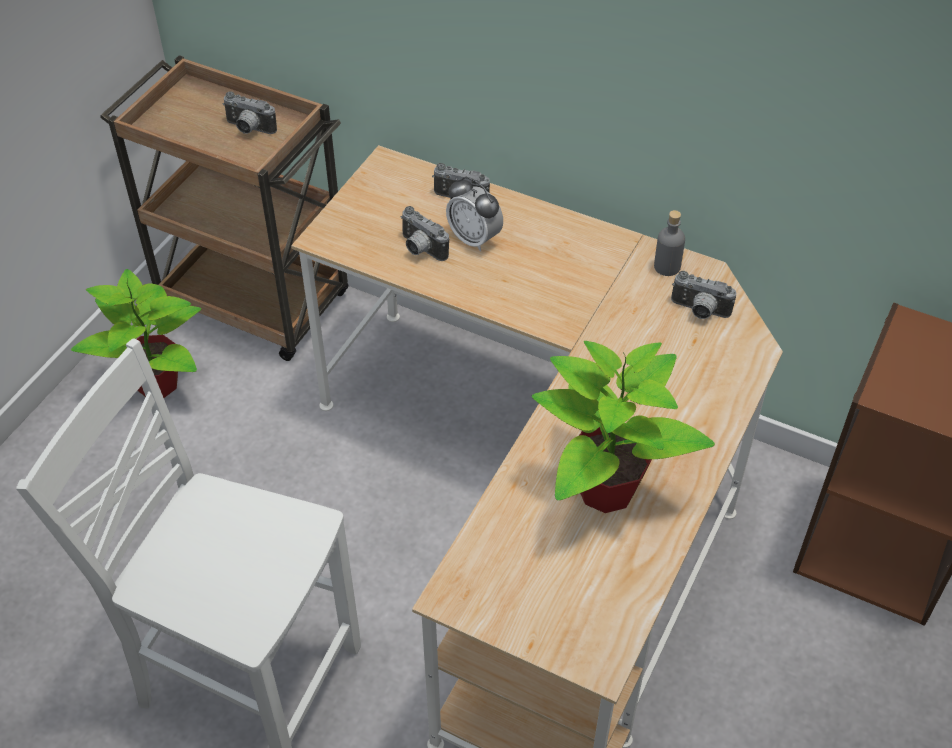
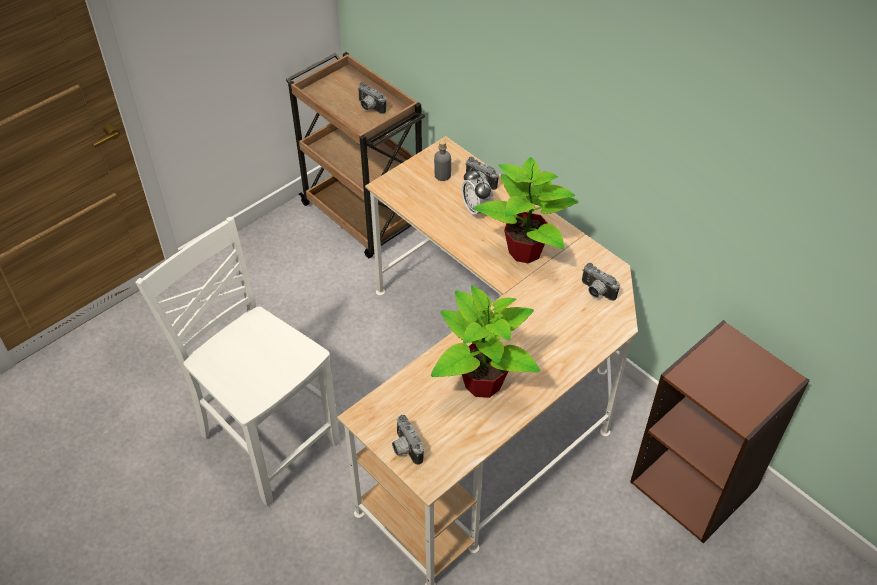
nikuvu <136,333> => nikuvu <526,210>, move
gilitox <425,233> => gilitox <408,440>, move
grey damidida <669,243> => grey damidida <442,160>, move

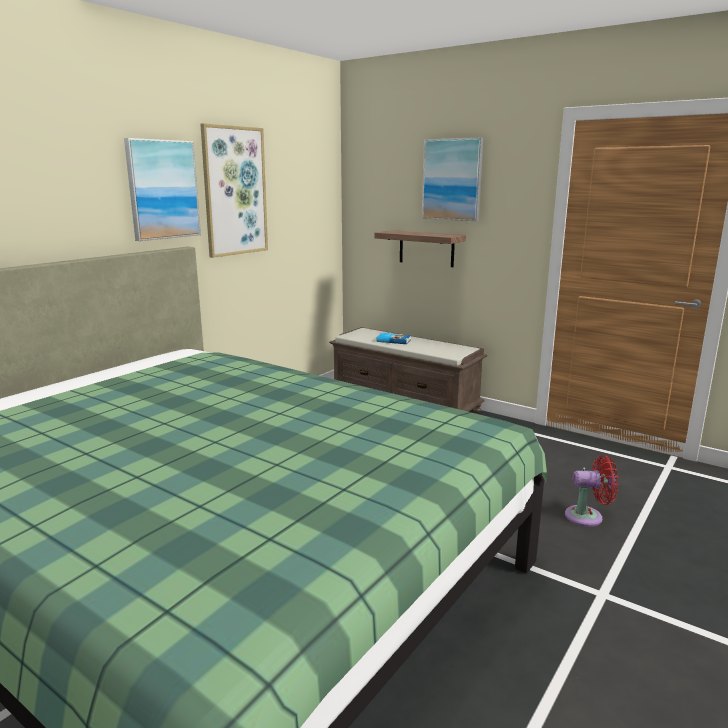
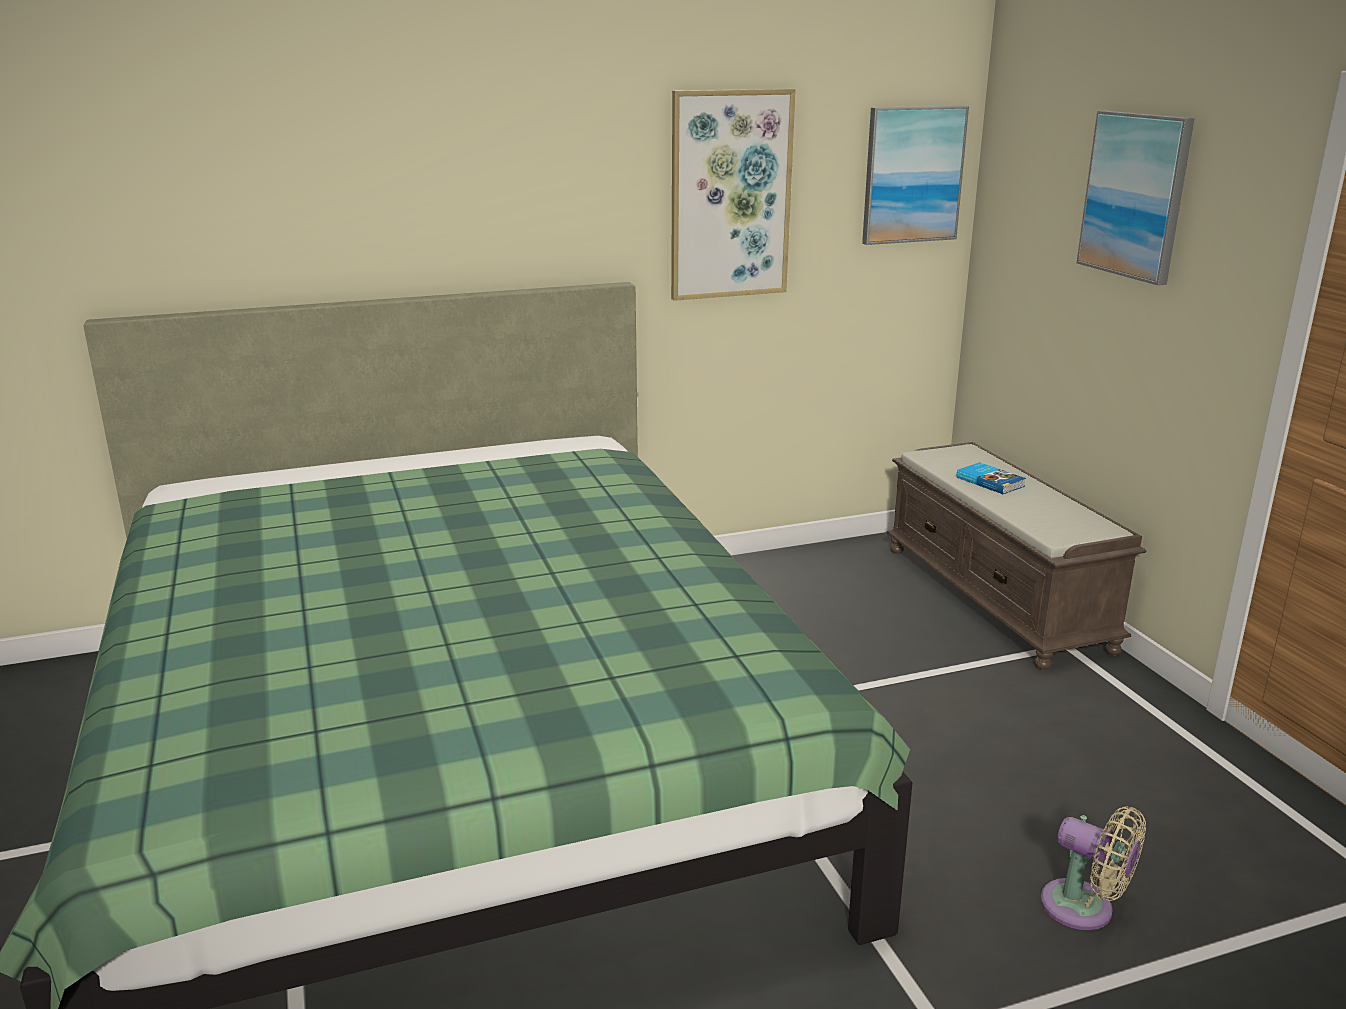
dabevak <162,189> => dabevak <915,175>, move
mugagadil <420,248> => nothing
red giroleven <591,491> => beige giroleven <1093,868>

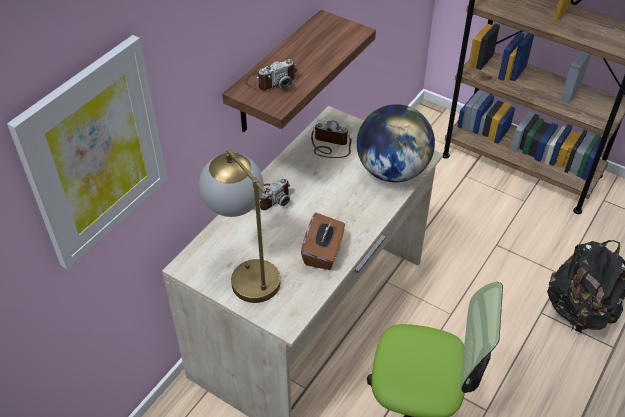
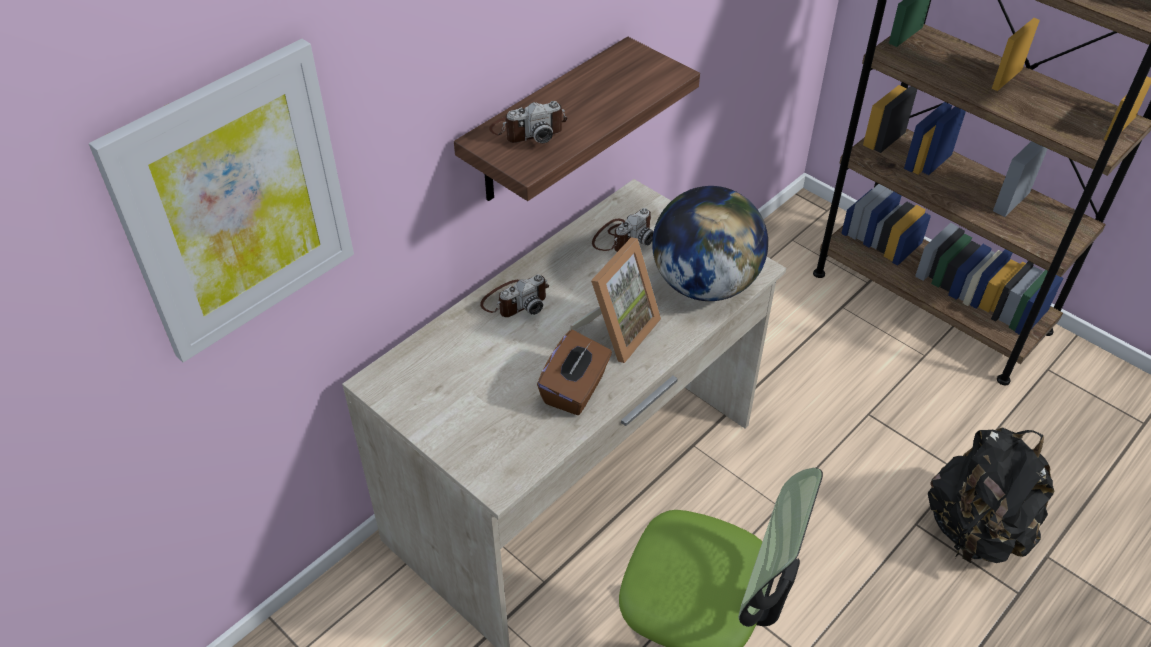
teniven <239,225> => nothing
gilitox <331,139> => gilitox <623,230>, 105 degrees clockwise
nothing => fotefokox <615,300>

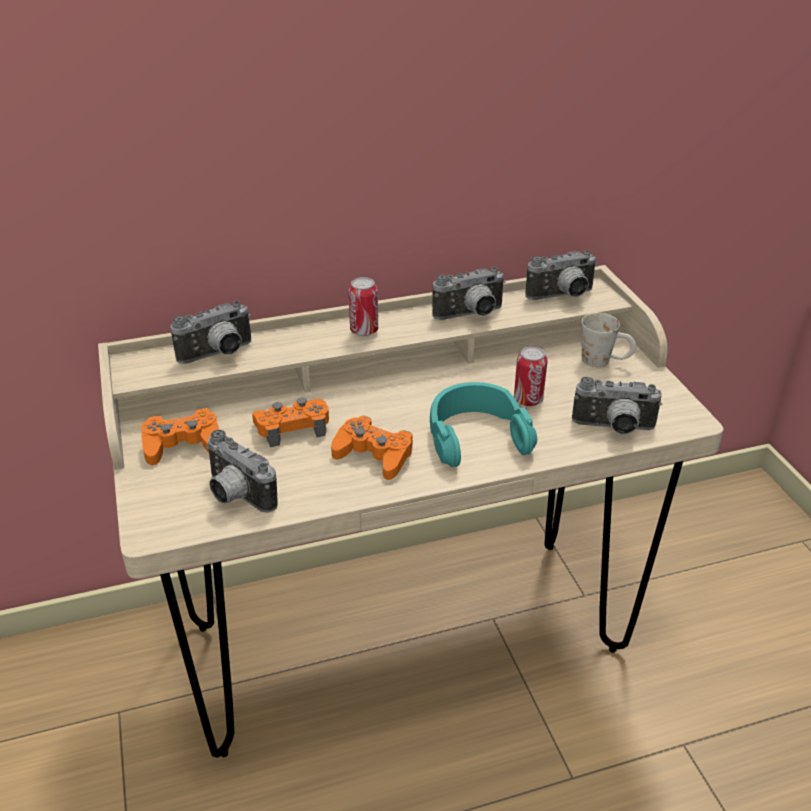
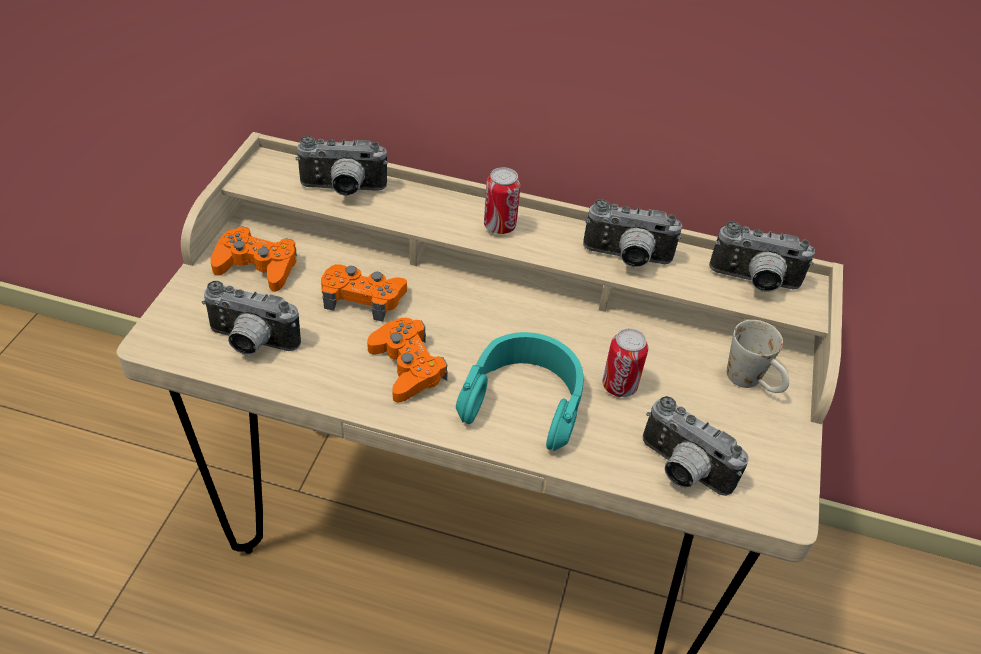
gilitox <242,471> => gilitox <251,318>, 60 degrees counterclockwise

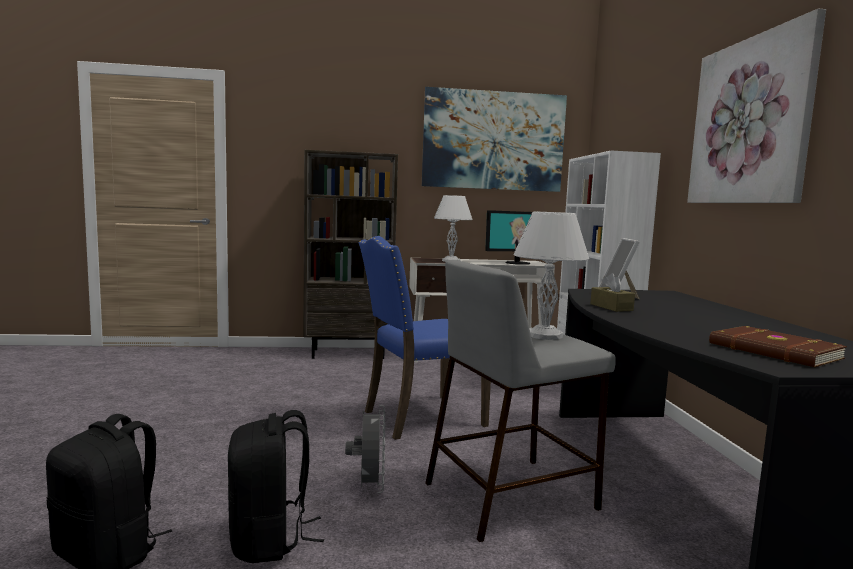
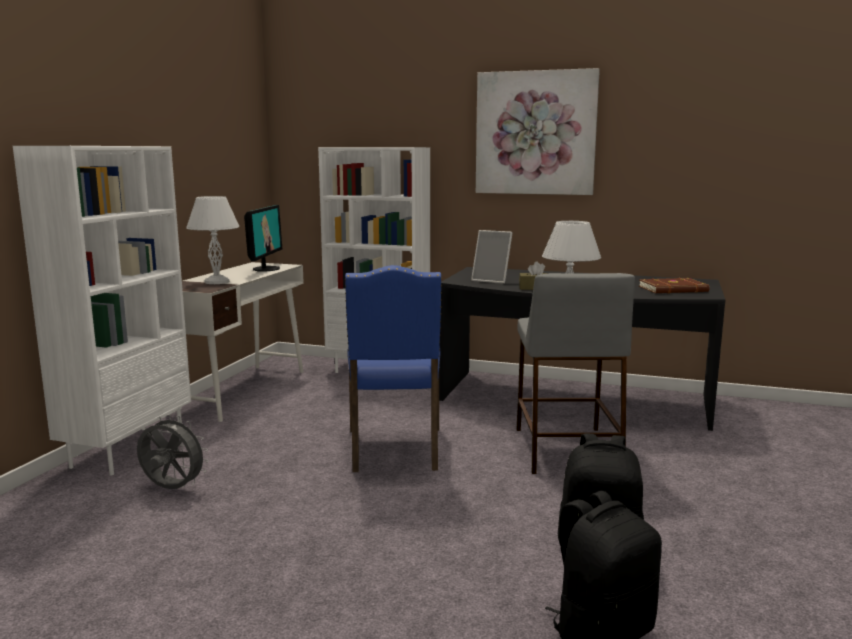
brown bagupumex <350,254> => white bagupumex <102,311>
grey giroleven <365,449> => grey giroleven <173,451>, move
dabevak <494,139> => nothing

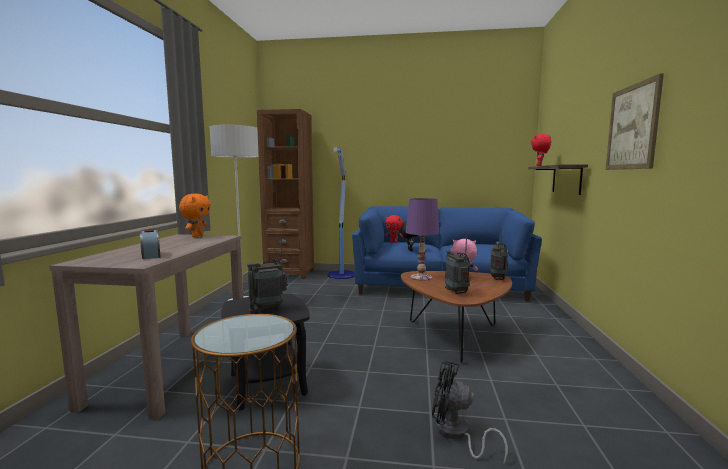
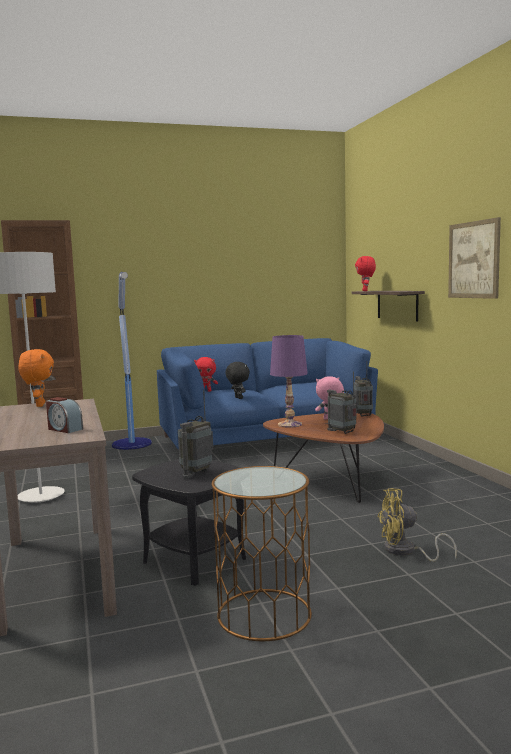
black giroleven <470,412> => yellow giroleven <417,525>

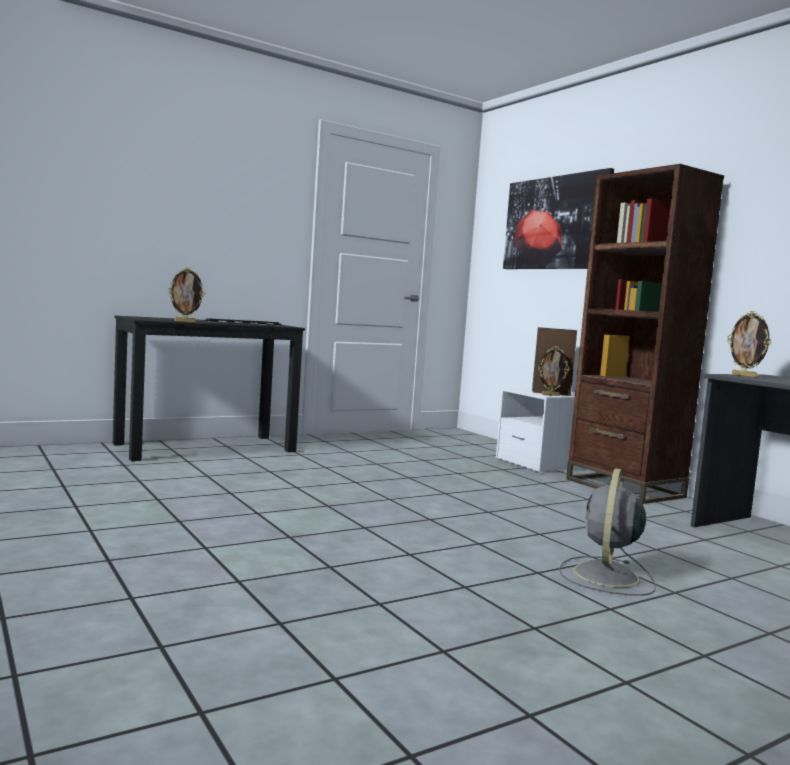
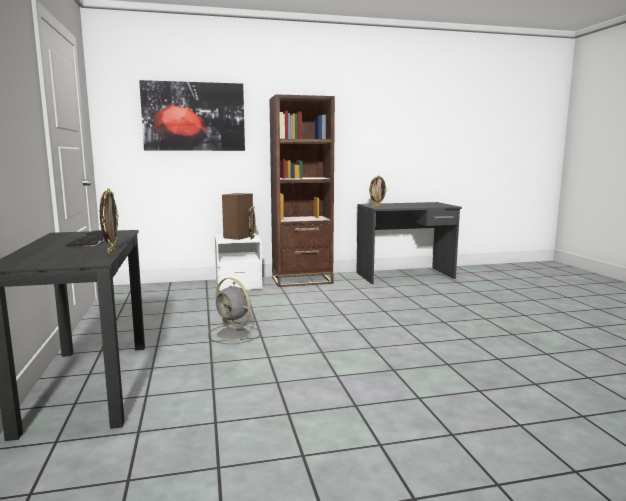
grey giroleven <607,532> => grey giroleven <234,311>, move

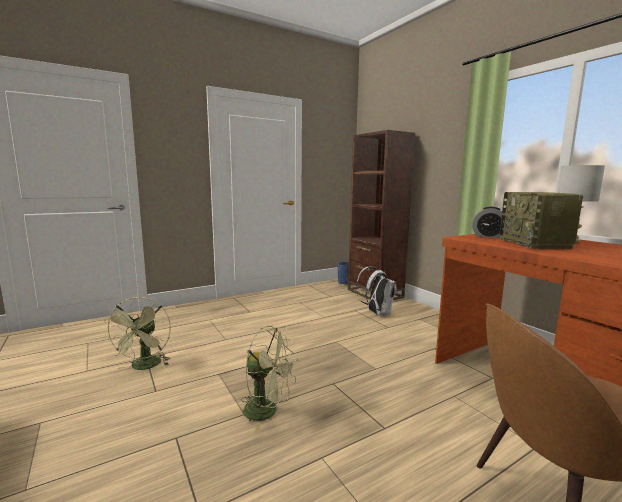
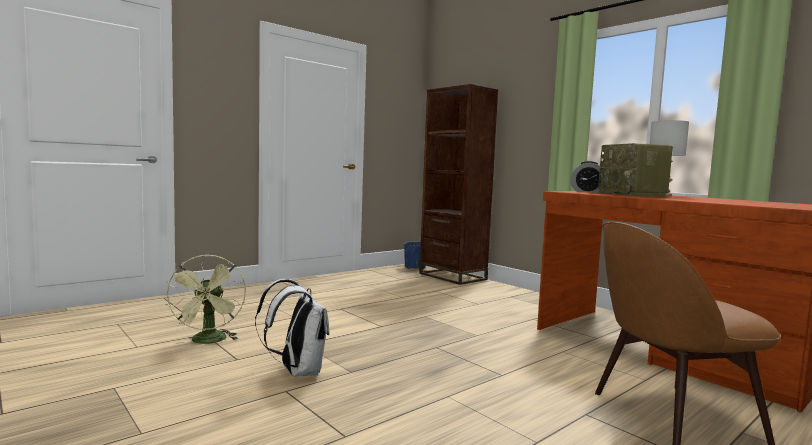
green giroleven <269,379> => nothing
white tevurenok <376,290> => white tevurenok <292,328>, move

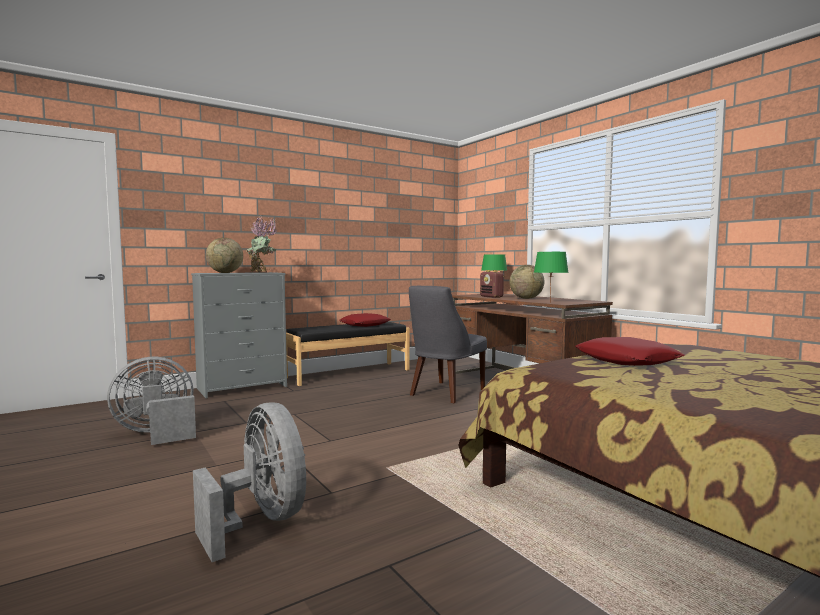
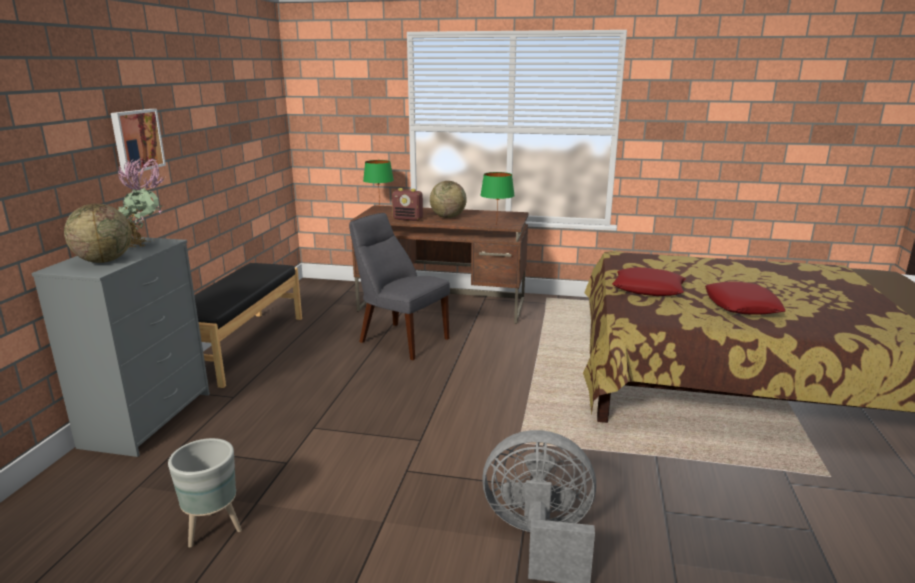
grey giroleven <151,401> => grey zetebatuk <205,493>
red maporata <365,320> => red maporata <745,298>, move
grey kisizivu <448,344> => grey kisizivu <399,286>, 135 degrees clockwise
nothing => dabevak <138,141>

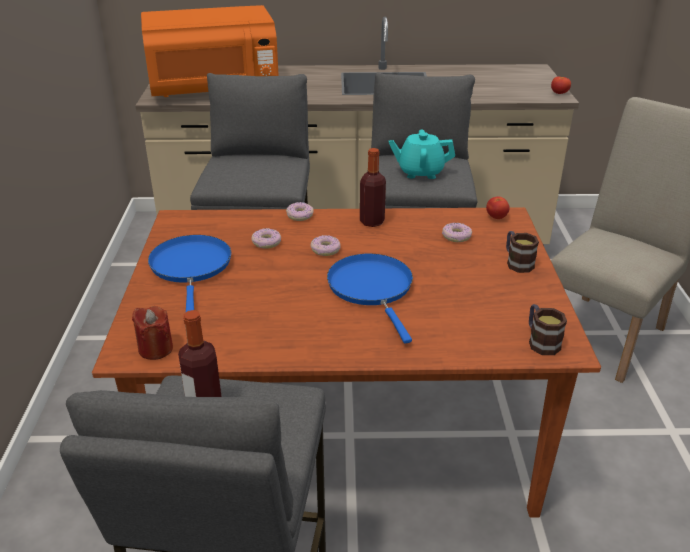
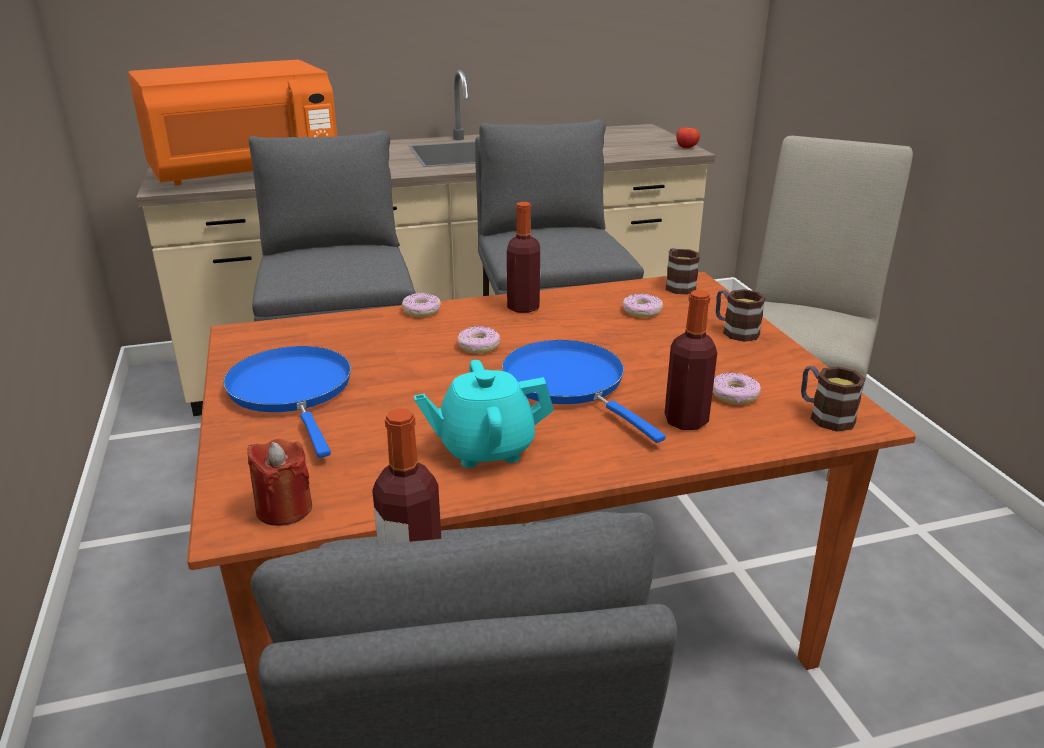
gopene <266,238> => gopene <737,388>, move
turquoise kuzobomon <422,154> => turquoise kuzobomon <484,414>, move
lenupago <498,207> => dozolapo <683,271>
nothing => damidida <690,360>

